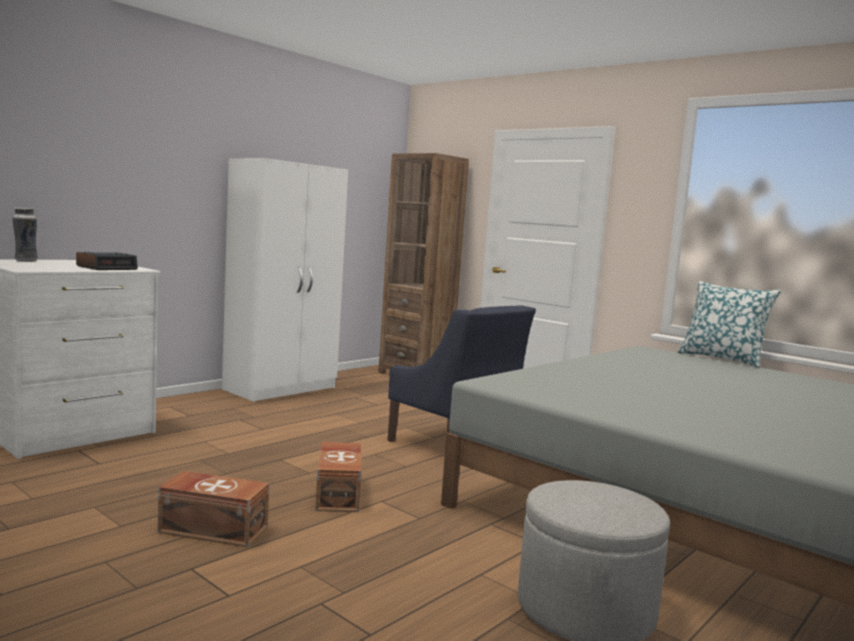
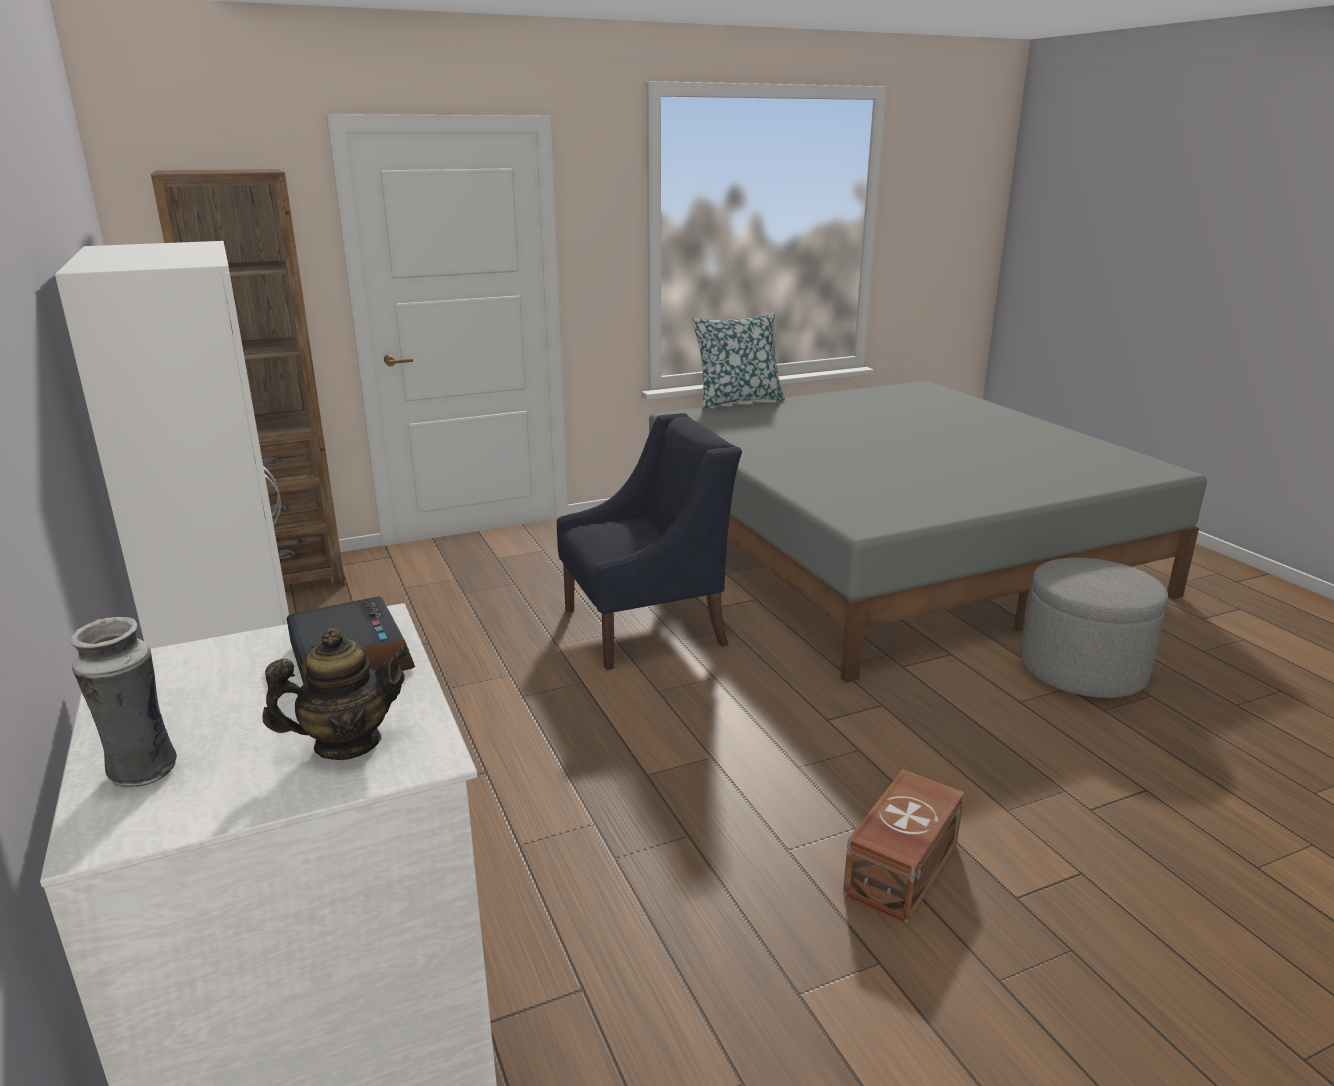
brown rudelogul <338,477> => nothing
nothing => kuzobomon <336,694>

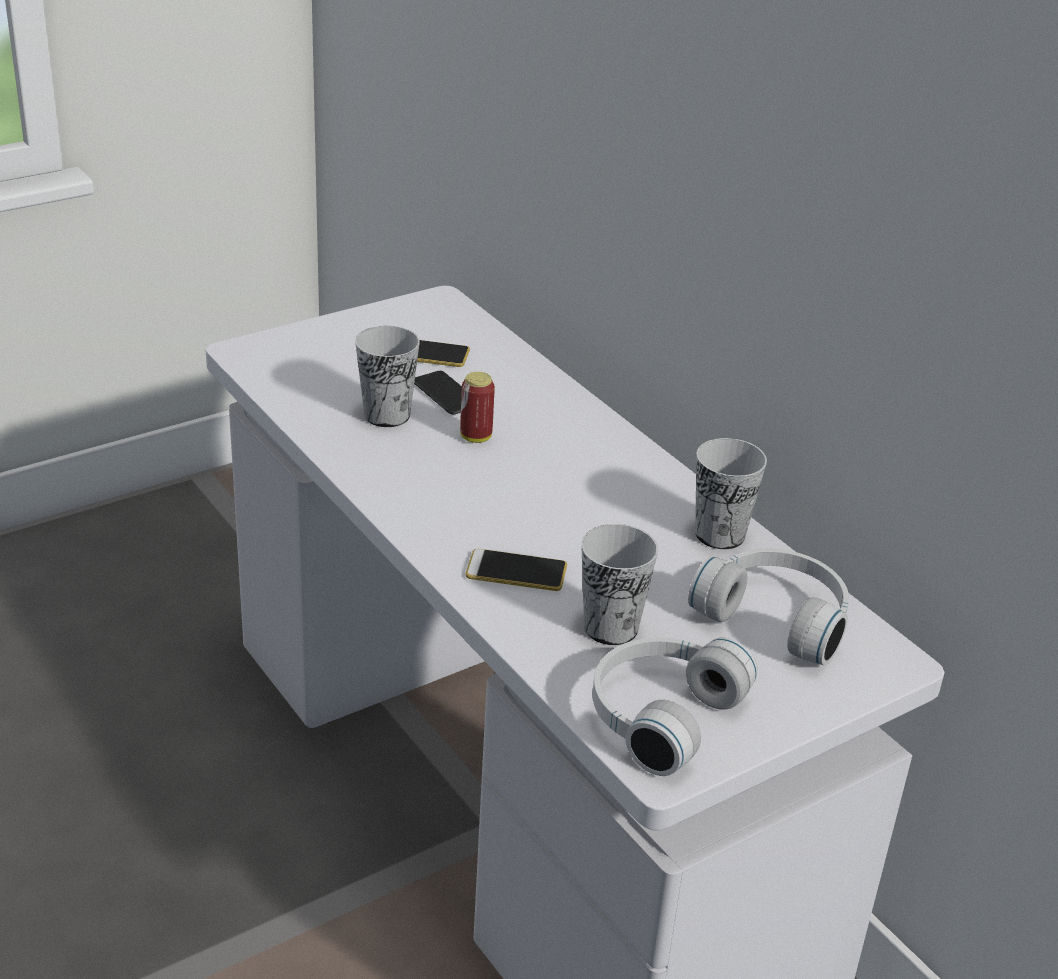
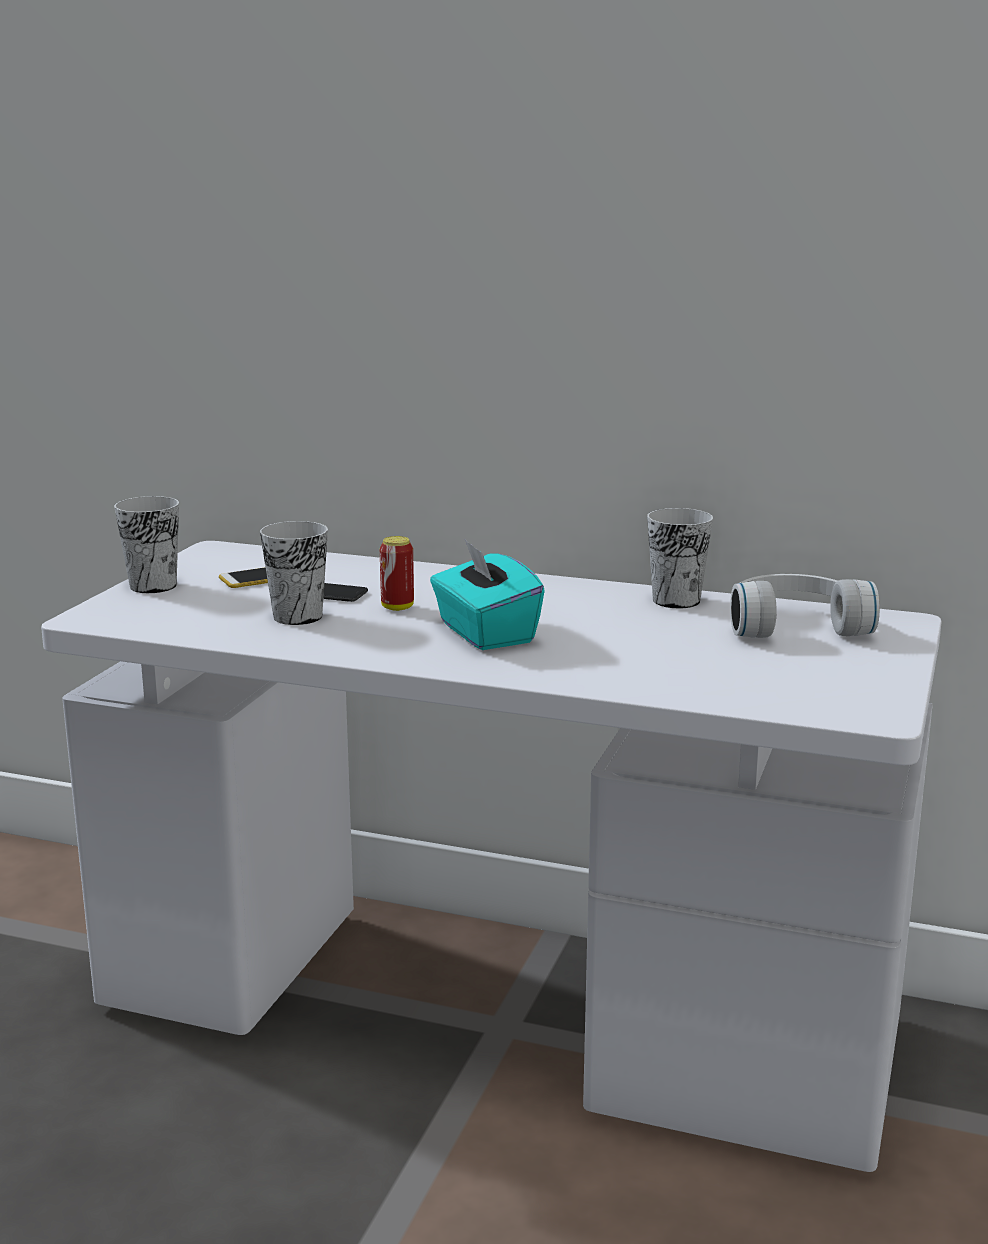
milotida <516,570> => nothing
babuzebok <619,584> => babuzebok <146,544>, move
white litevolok <675,707> => nothing
nothing => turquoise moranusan <487,595>

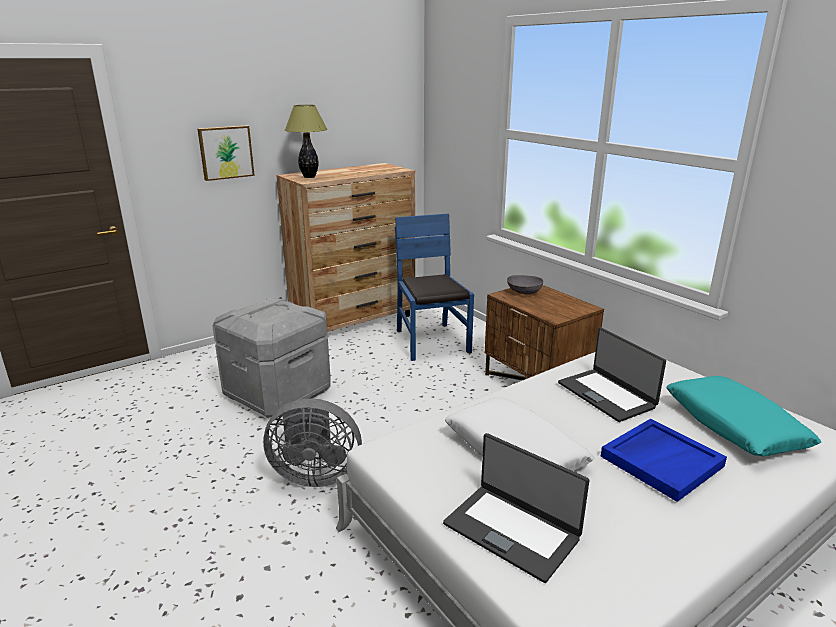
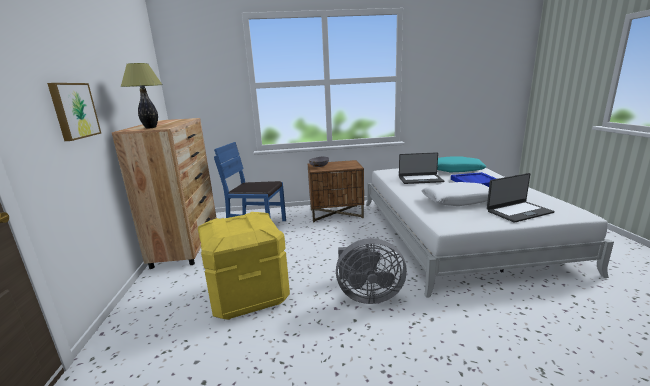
grey rudelogul <271,357> => yellow rudelogul <244,266>
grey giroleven <313,442> => grey giroleven <371,271>, 60 degrees clockwise

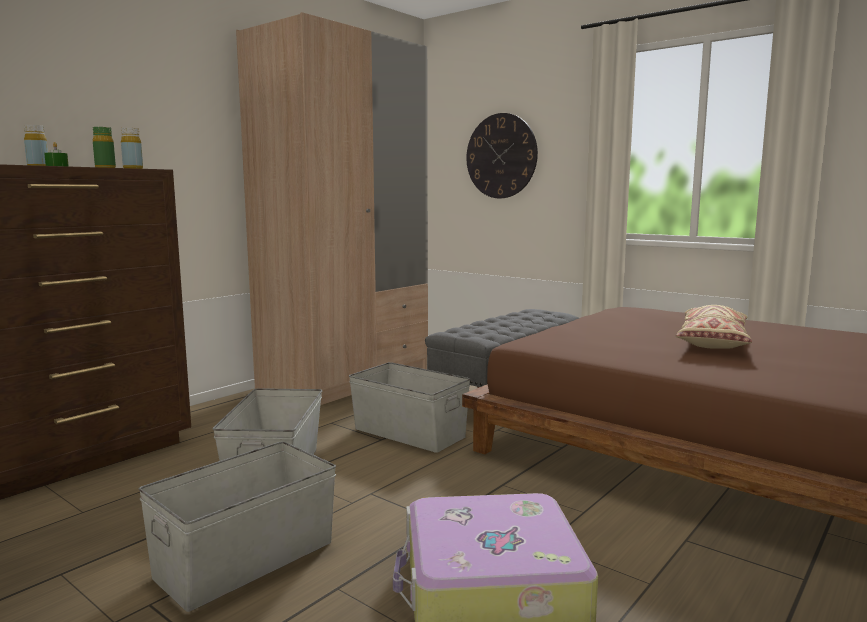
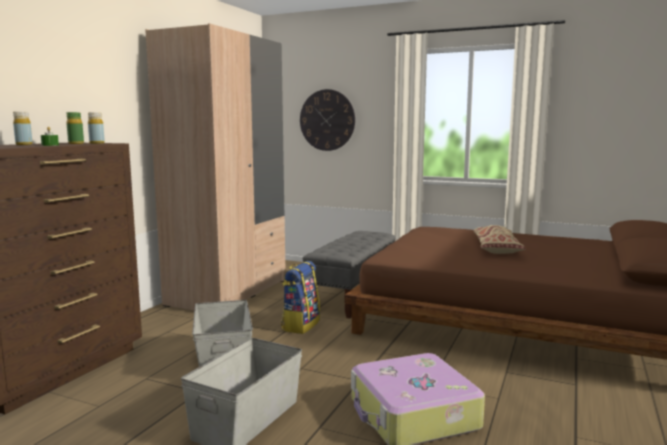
grey rudelogul <409,407> => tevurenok <300,297>

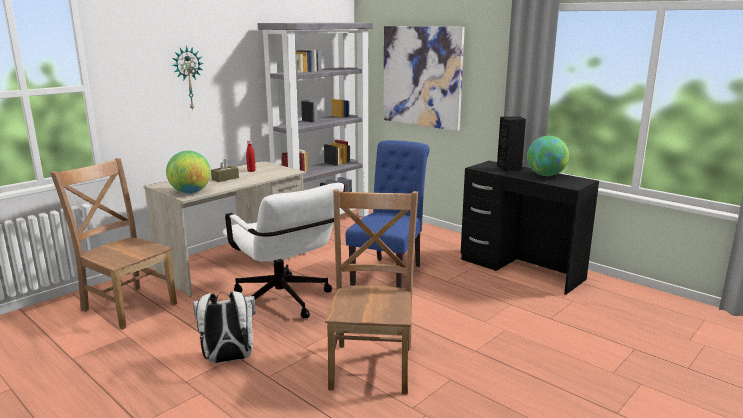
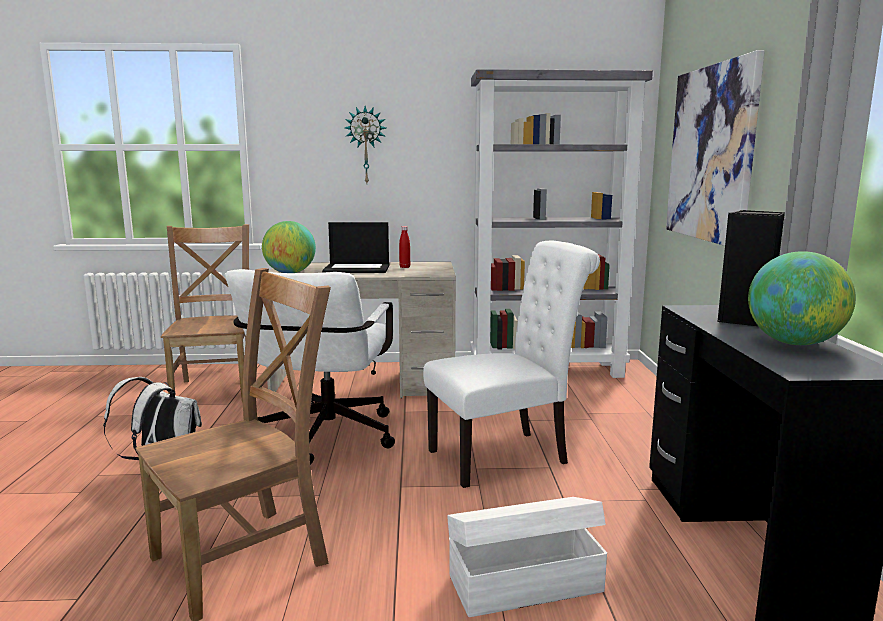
brown moranusan <225,170> => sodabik <355,247>
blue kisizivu <388,214> => white kisizivu <511,364>
nothing => white rudelogul <527,557>

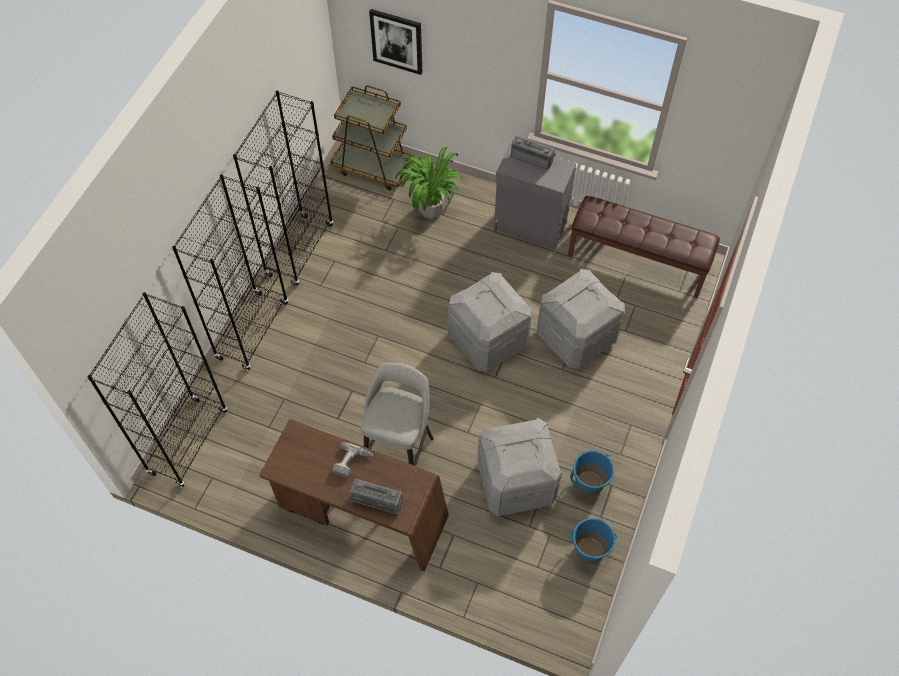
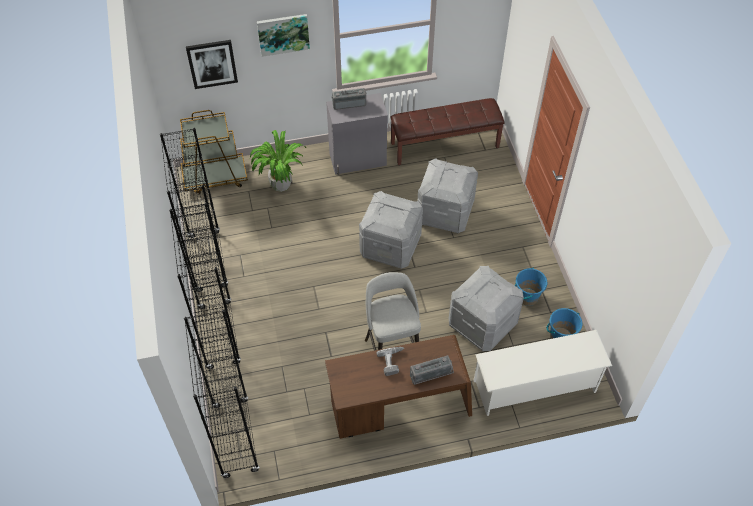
nothing => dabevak <283,35>
nothing => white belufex <542,373>

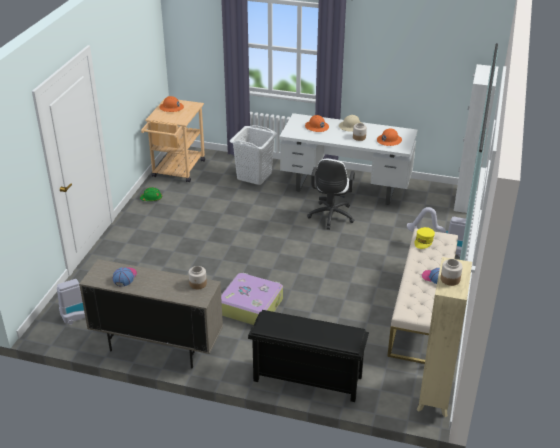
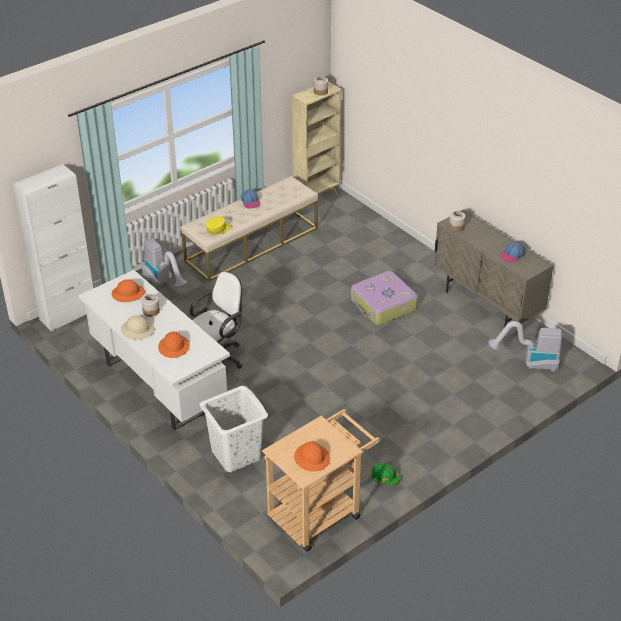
black belufex <308,356> => nothing

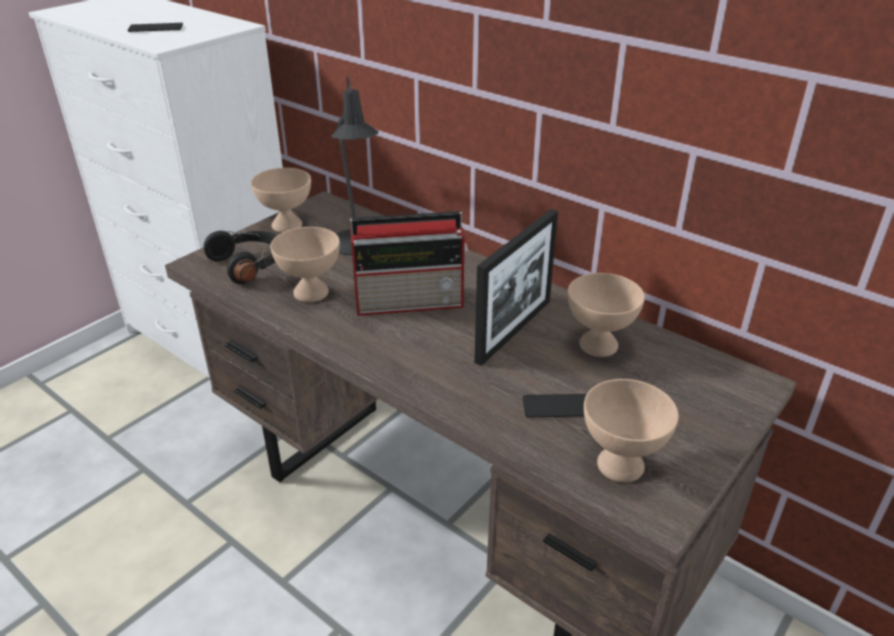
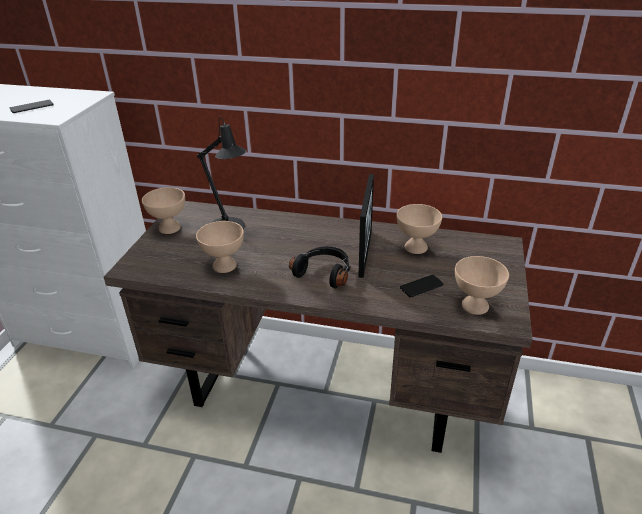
black litevolok <240,257> => black litevolok <320,267>, move
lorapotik <409,263> => nothing

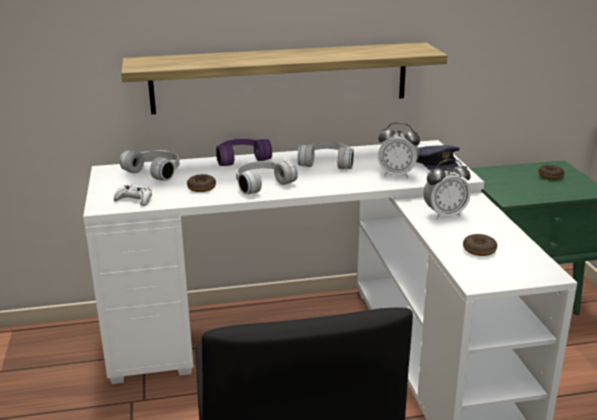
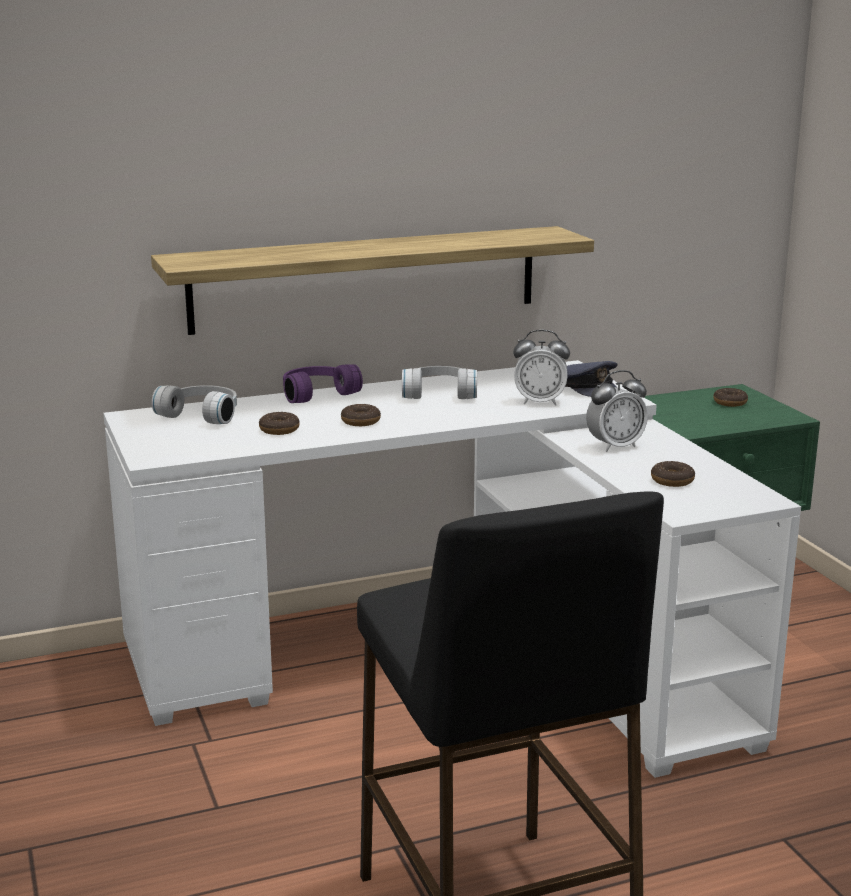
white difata <133,195> => nothing
white litevolok <267,177> => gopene <361,415>

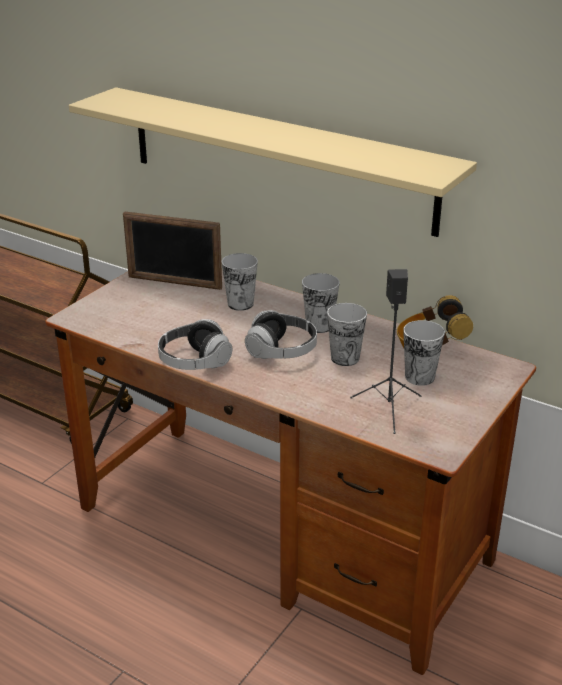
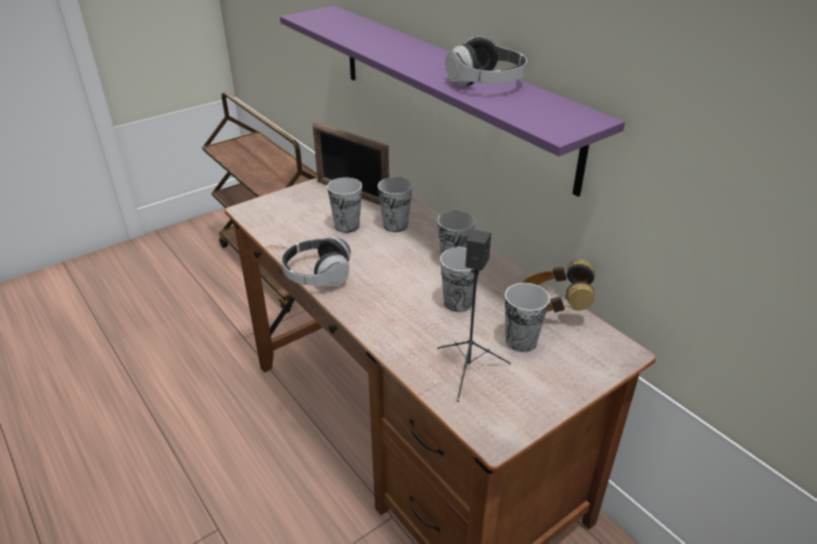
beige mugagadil <273,162> => purple mugagadil <452,101>
litevolok <281,334> => litevolok <486,61>, move
nothing => babuzebok <344,205>

